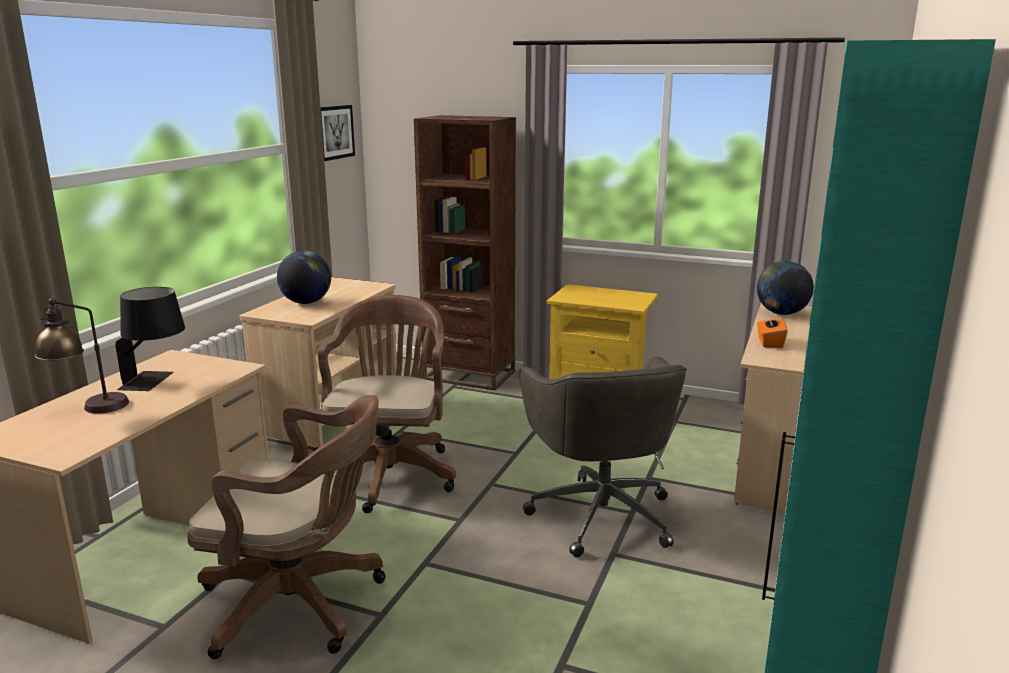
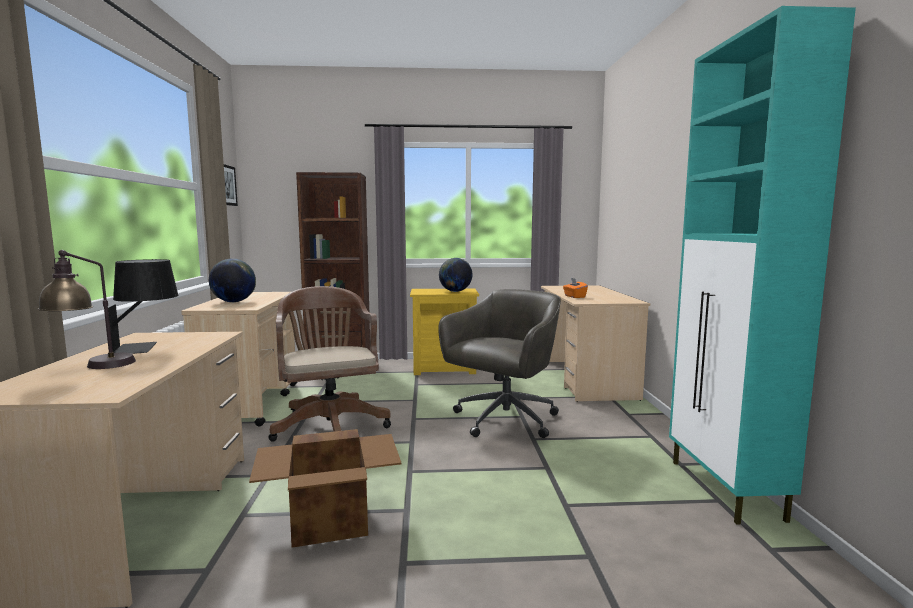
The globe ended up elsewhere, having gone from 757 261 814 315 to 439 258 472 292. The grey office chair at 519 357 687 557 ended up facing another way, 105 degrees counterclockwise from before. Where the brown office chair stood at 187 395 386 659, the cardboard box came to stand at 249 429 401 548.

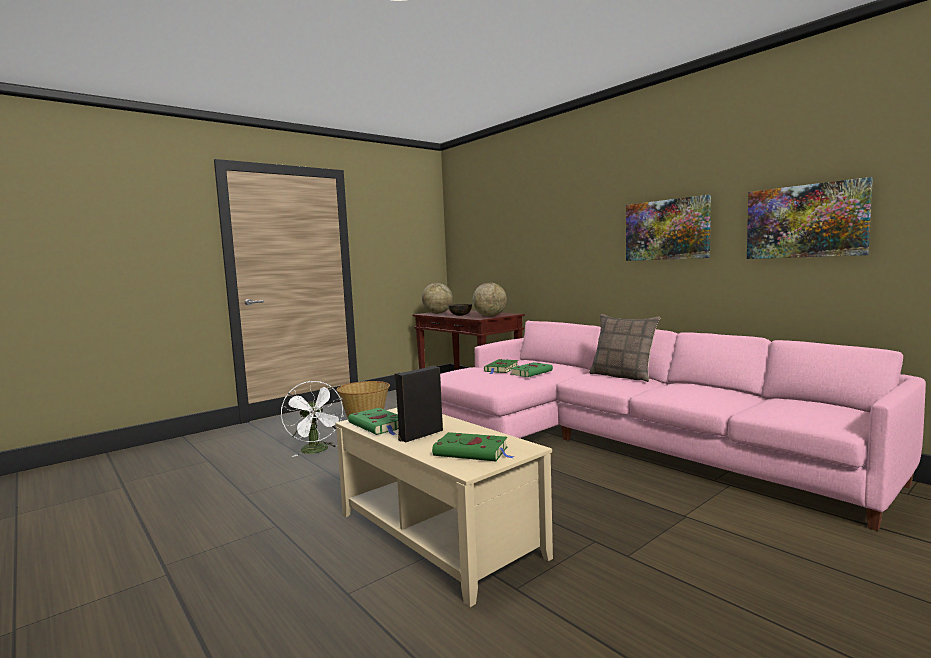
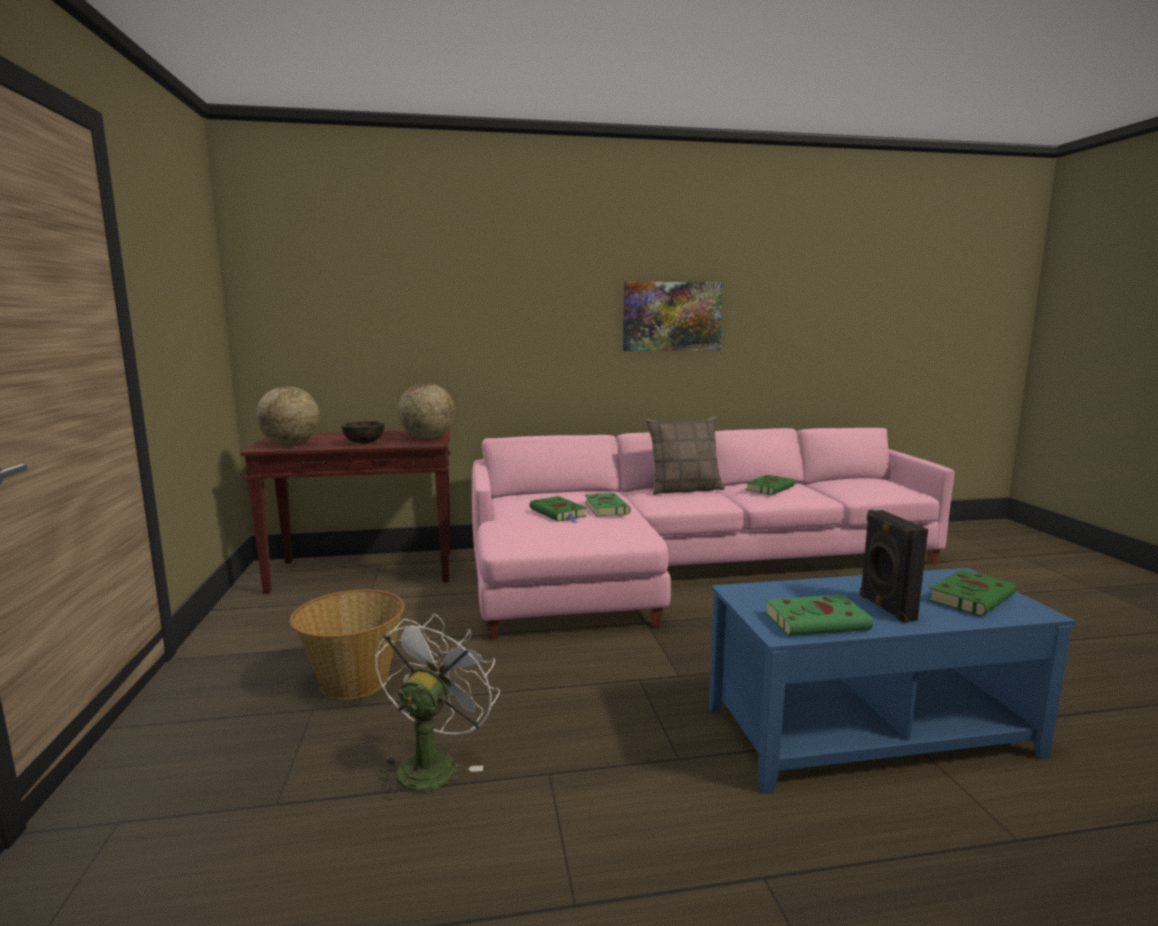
The second view lost the picture at 747 177 873 259. The white fan at 281 381 343 457 ended up facing another way, 75 degrees counterclockwise from before. What was the beige coffee table at 335 408 553 607 turned into the blue coffee table at 709 568 1075 793. The second view gained the green book at 745 475 795 495.

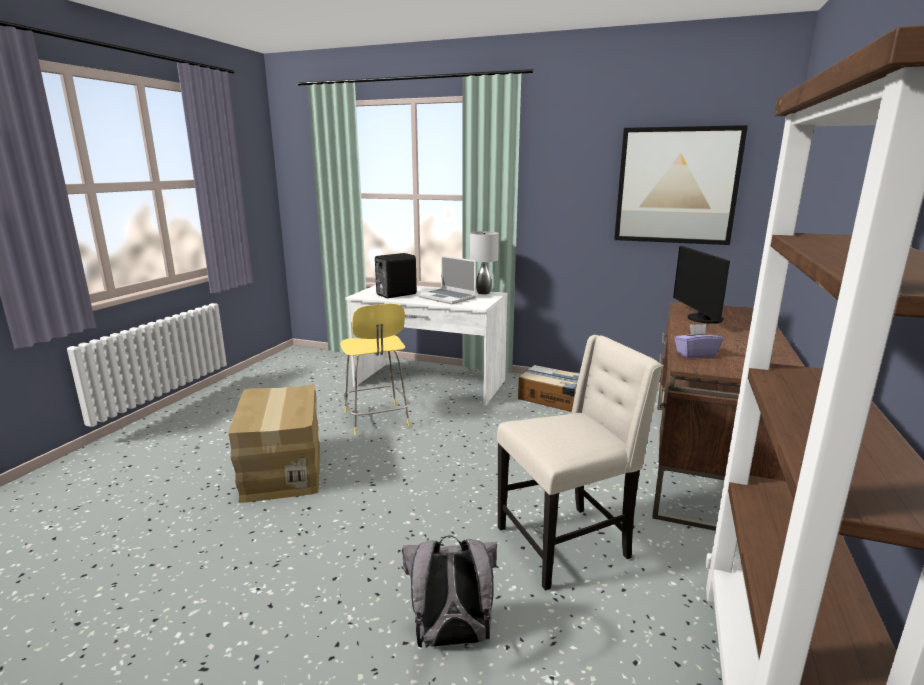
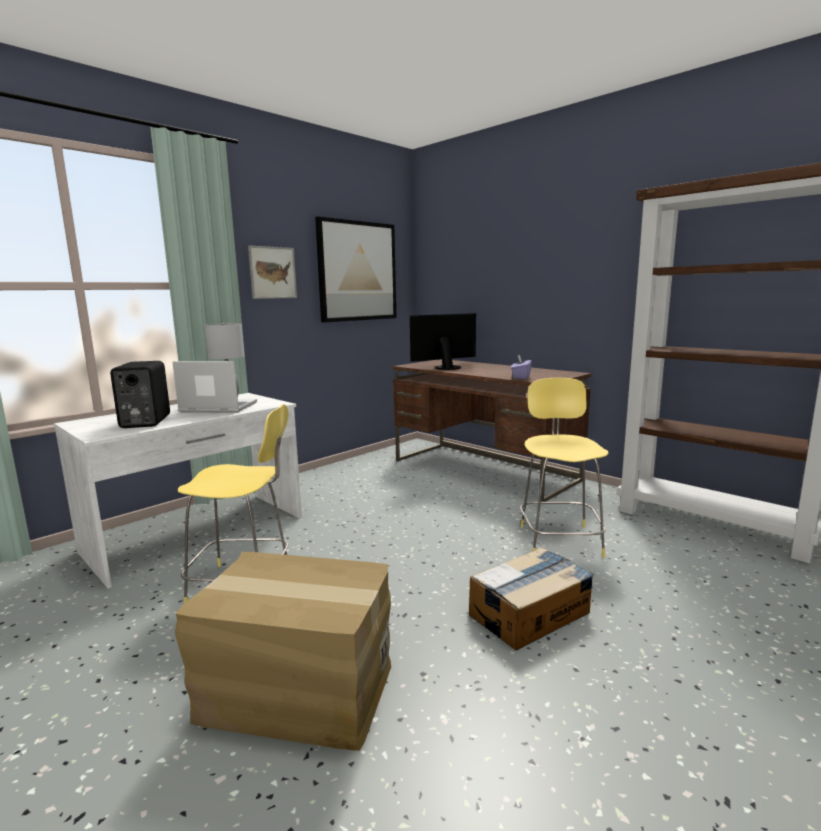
The monitor at 673 246 730 324 ended up facing another way, 135 degrees clockwise from before. The laptop at 418 255 476 304 ended up facing another way, 150 degrees counterclockwise from before. Where the beige chair stood at 497 335 663 591, the yellow stool came to stand at 520 378 609 558. The cardboard box ended up elsewhere, having gone from 518 365 579 412 to 469 547 594 650. The second view lost the grey backpack at 402 535 497 648. The second view gained the picture at 248 245 297 299.

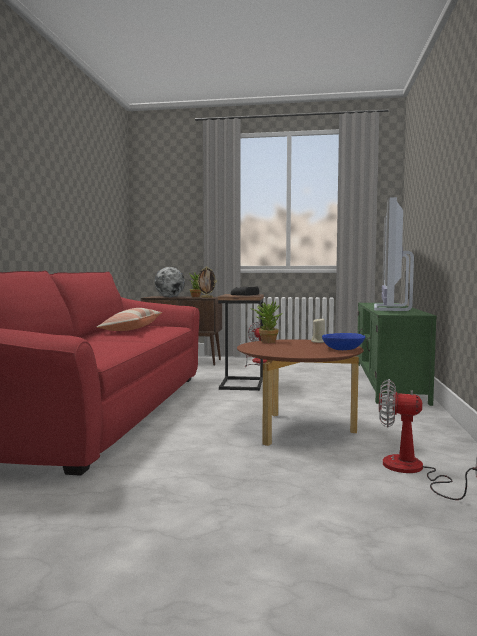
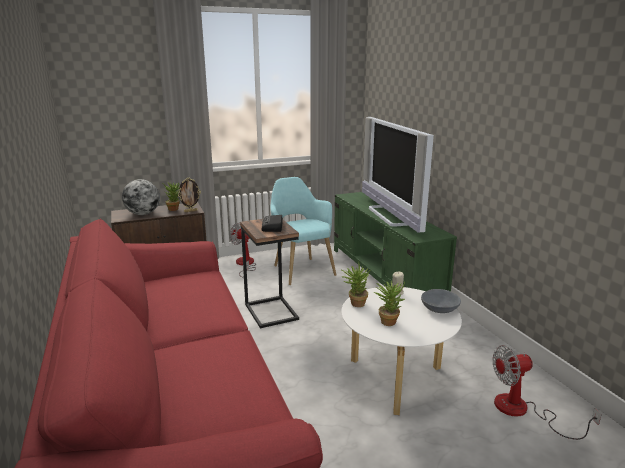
The second view lost the pillow at 97 308 163 331. What was the blue bowl at 322 333 365 350 turned into the grey bowl at 421 289 461 313. What was the brown coffee table at 237 339 363 446 turned into the white coffee table at 341 287 462 415. The second view gained the turquoise armchair at 270 177 336 285. The second view gained the potted plant at 374 281 405 326.

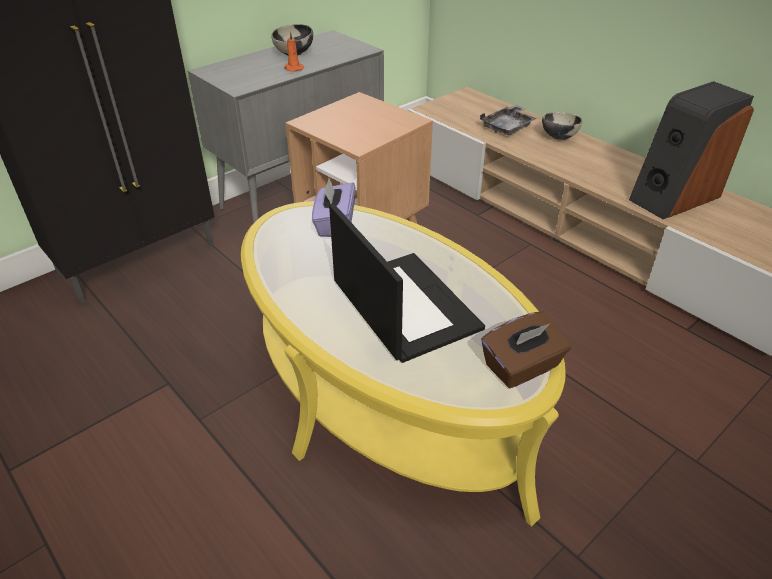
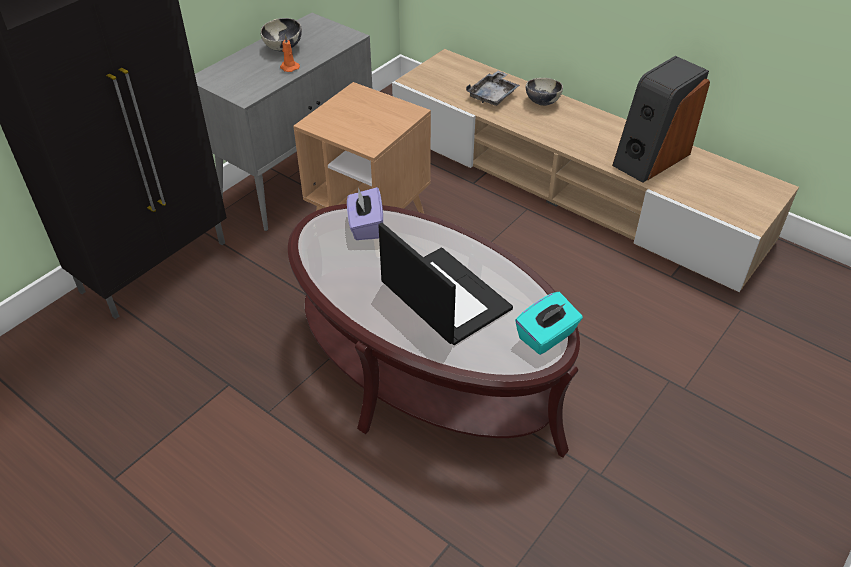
What was the yellow coffee table at 241 201 566 527 turned into the brown coffee table at 288 204 580 458. What was the brown tissue box at 481 312 571 388 turned into the turquoise tissue box at 515 292 583 355.

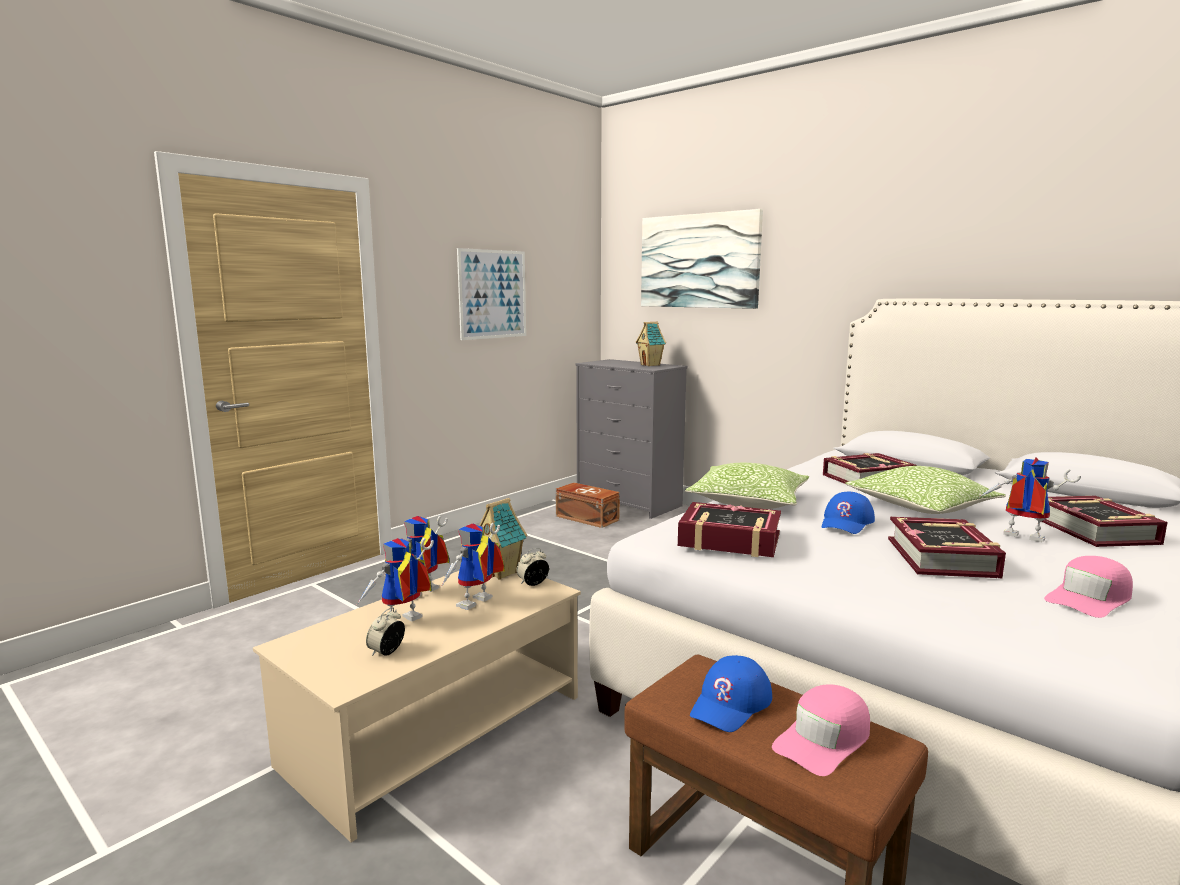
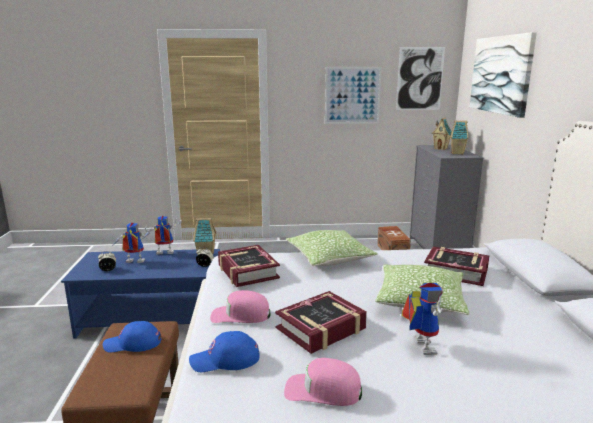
The blue cap ended up elsewhere, having gone from 822 492 875 534 to 189 331 260 372. The second view lost the book at 1034 496 1168 547. The second view lost the toy robot at 441 523 505 610. What was the beige coffee table at 253 571 581 842 turned into the blue coffee table at 61 249 220 339. The pink cap ended up elsewhere, having gone from 772 684 870 776 to 210 290 271 323. The second view gained the picture at 396 47 445 110. The second view gained the toy house at 432 117 452 150.

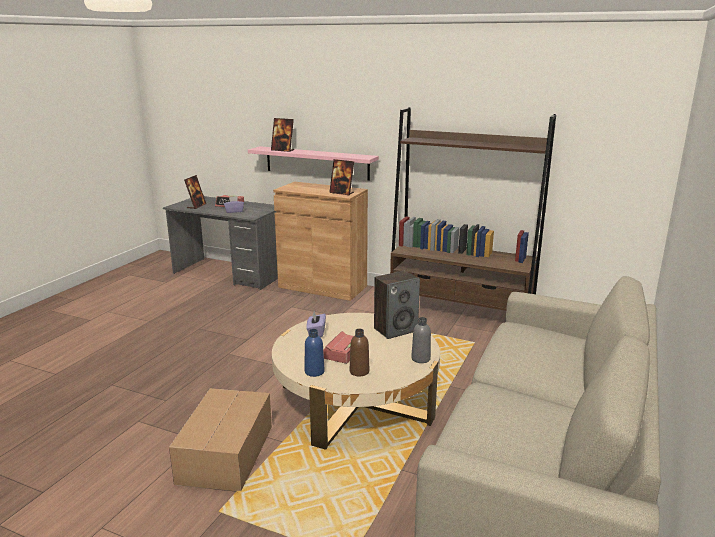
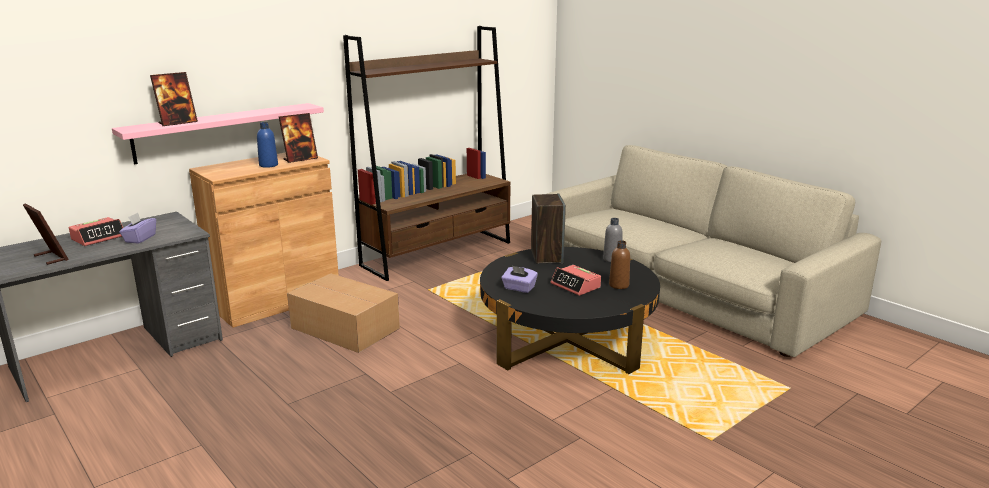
What was the beige coffee table at 272 313 440 450 turned into the black coffee table at 480 247 660 374. The blue bottle ended up elsewhere, having gone from 305 329 325 377 to 257 122 278 168. The cardboard box ended up elsewhere, having gone from 169 388 272 492 to 287 274 400 353.

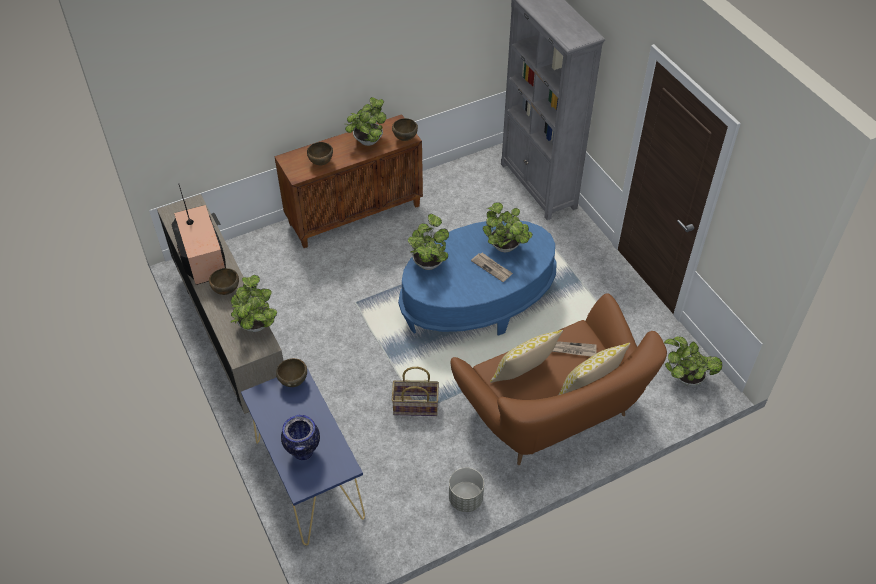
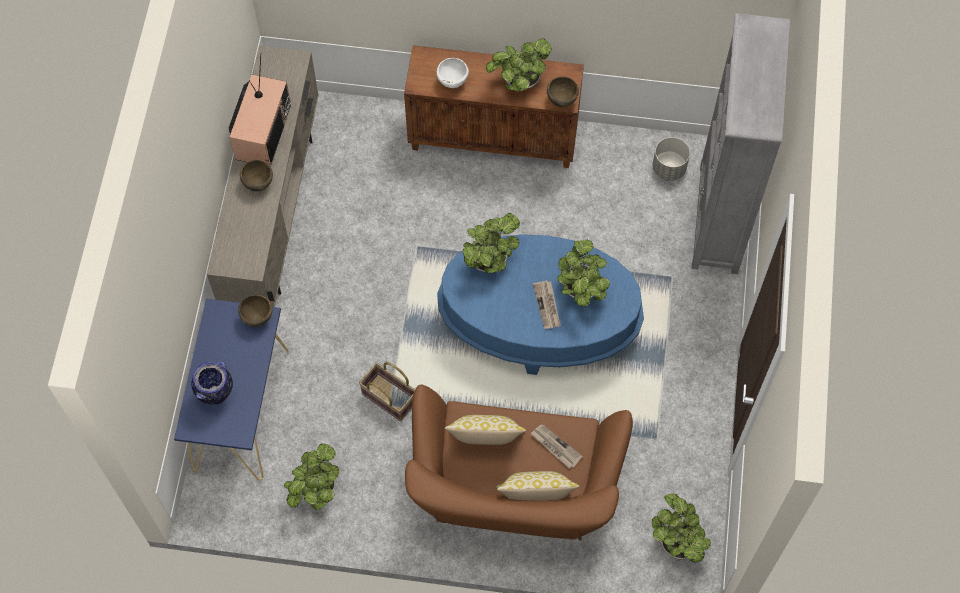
What was the brown bowl at 307 142 333 165 turned into the white bowl at 437 58 469 88. The potted plant ended up elsewhere, having gone from 231 275 277 332 to 284 443 339 510. The grey planter ended up elsewhere, having gone from 449 468 484 512 to 653 137 690 181.

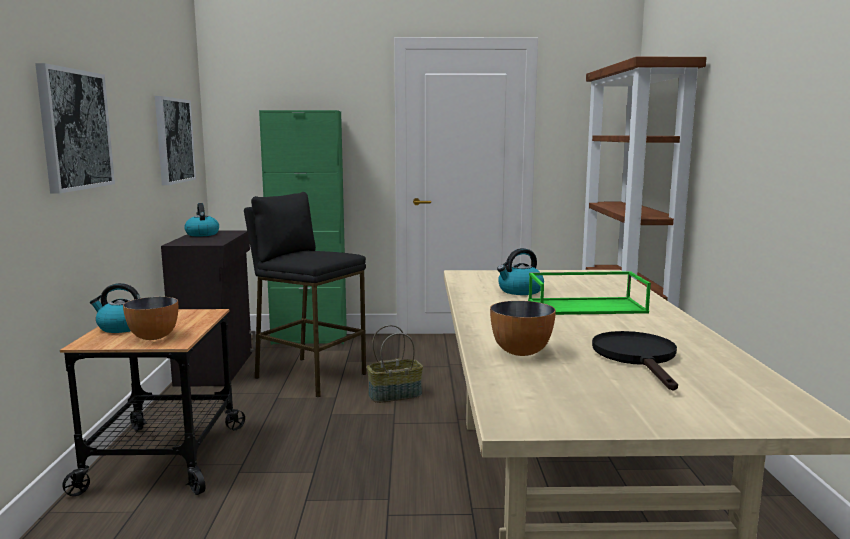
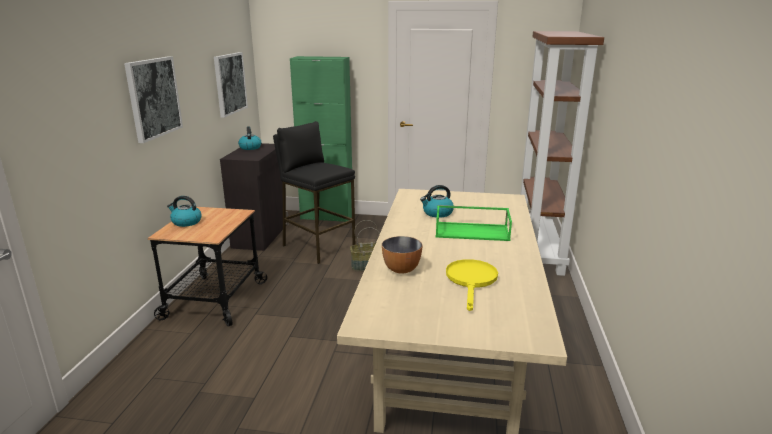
The second view lost the bowl at 123 297 178 340. What was the black frying pan at 592 331 678 390 turned into the yellow frying pan at 446 259 498 311.

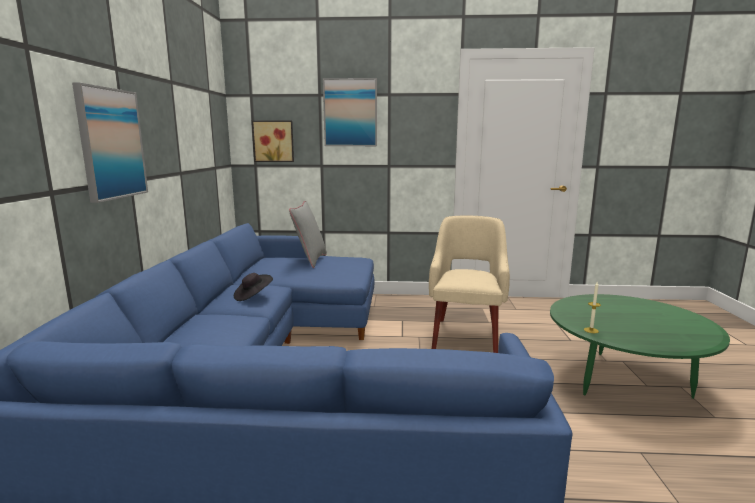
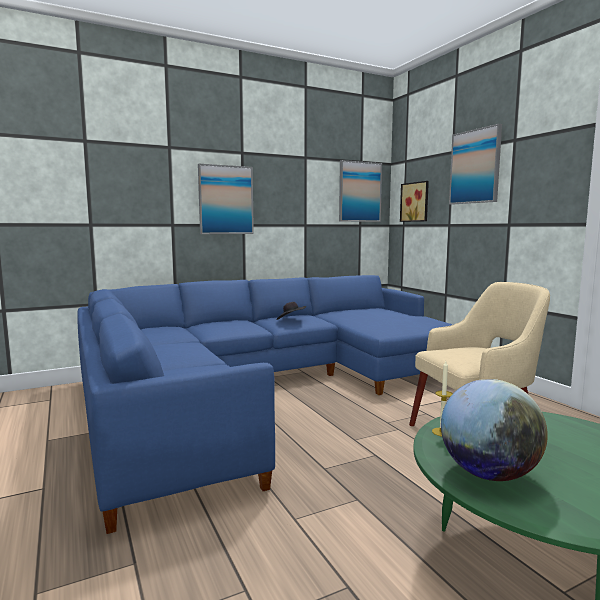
The second view lost the grey pillow at 289 201 327 268. The second view gained the picture at 339 160 382 222. The second view gained the globe at 441 379 548 481.

